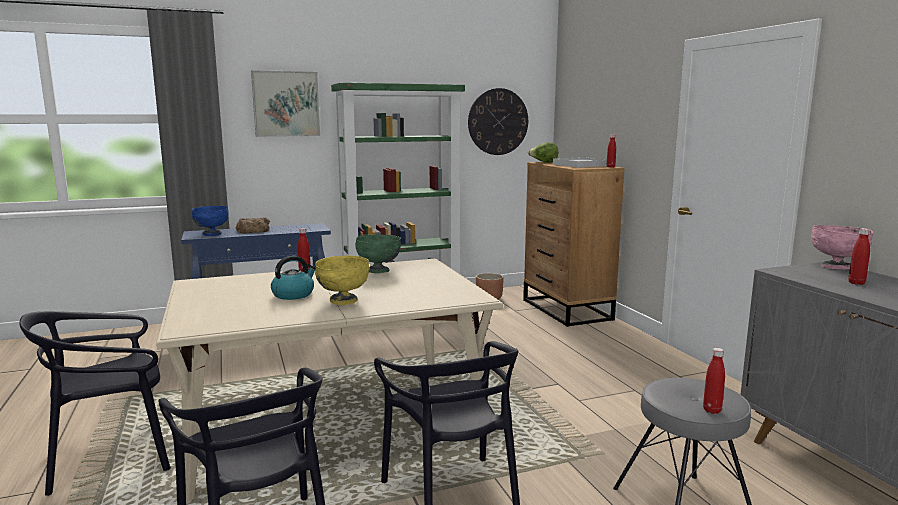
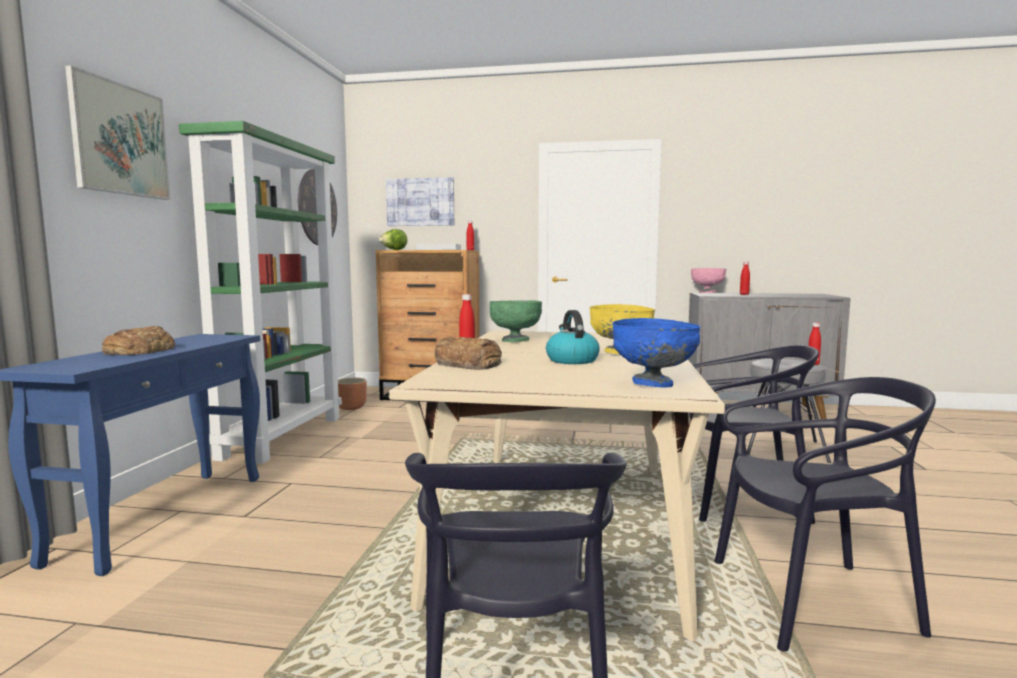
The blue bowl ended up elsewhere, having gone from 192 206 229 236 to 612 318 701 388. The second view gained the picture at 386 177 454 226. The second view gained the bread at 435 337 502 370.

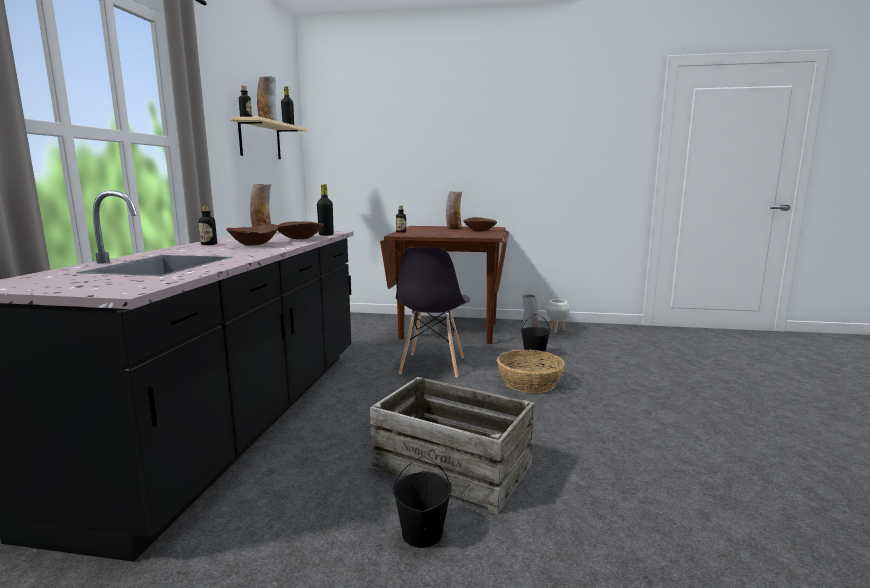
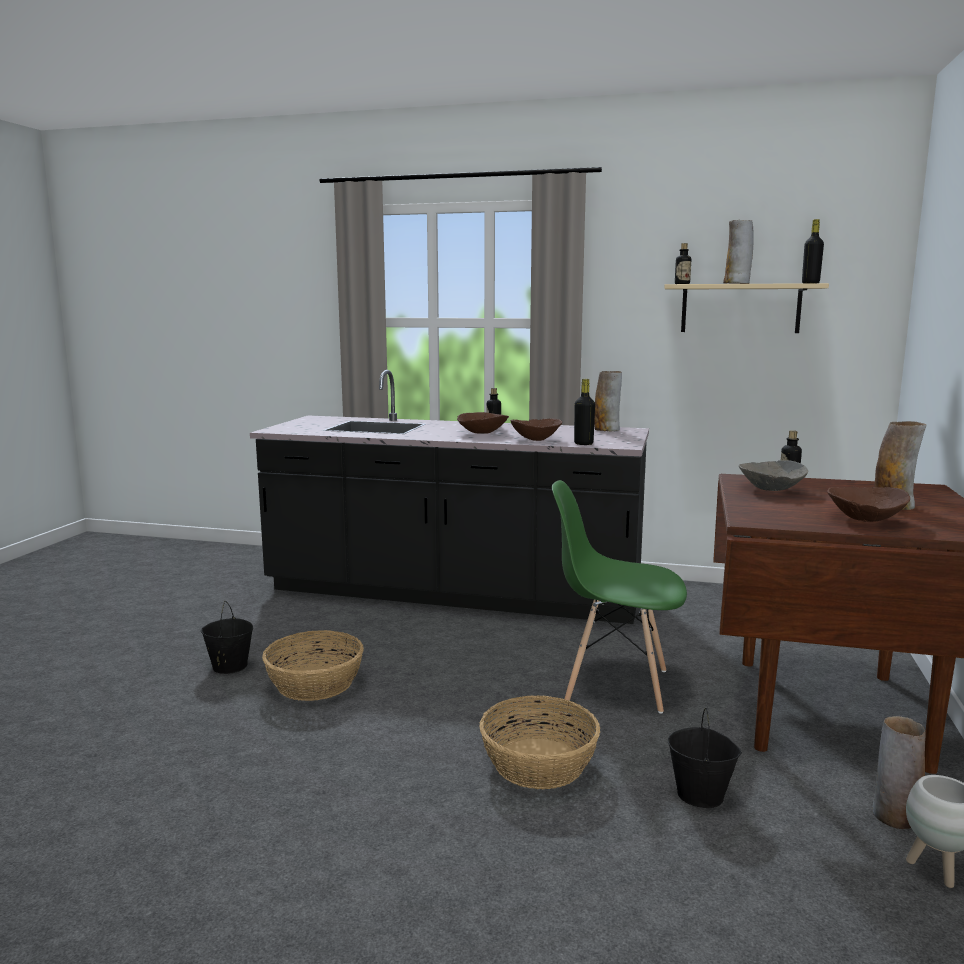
What was the grey chair at 396 247 470 377 turned into the green chair at 552 480 687 714. Where the crate stood at 370 377 535 514, the basket came to stand at 262 630 364 701. The second view gained the grey bowl at 739 460 808 491.

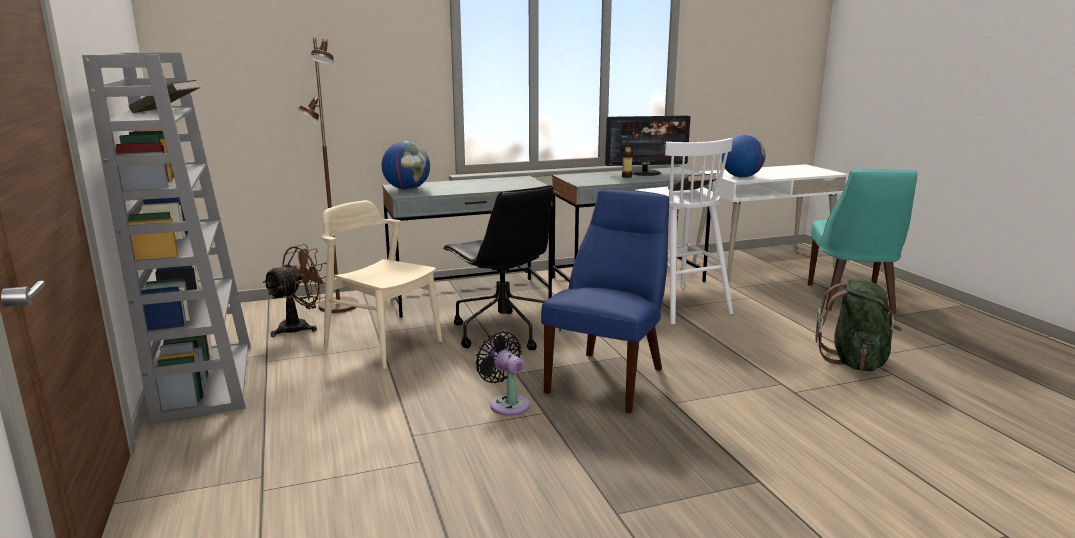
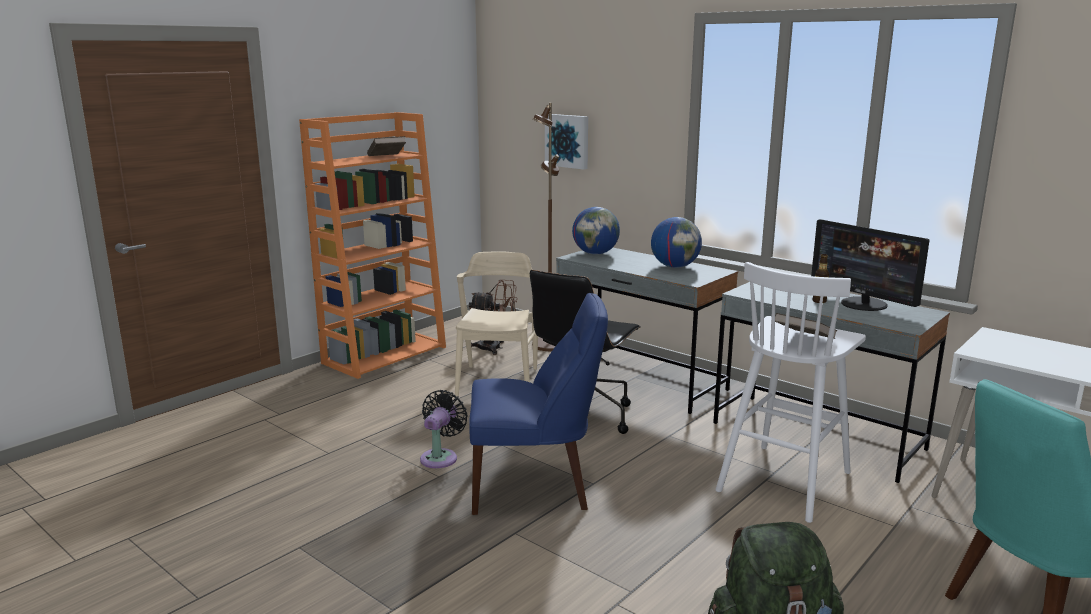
What was the grey bookcase at 82 52 251 423 turned into the orange bookcase at 299 112 446 379. The globe ended up elsewhere, having gone from 722 135 765 178 to 651 217 702 268. The second view gained the picture at 545 114 588 170.

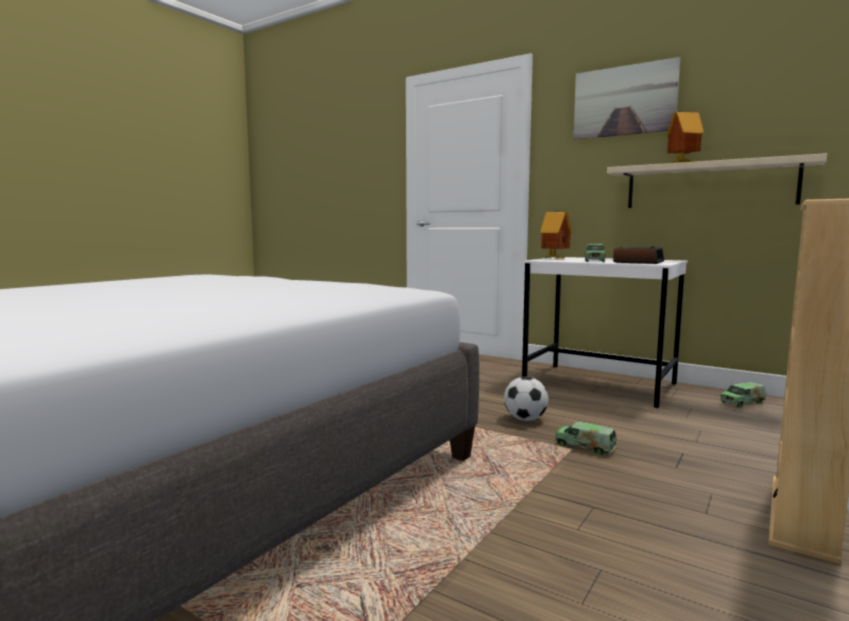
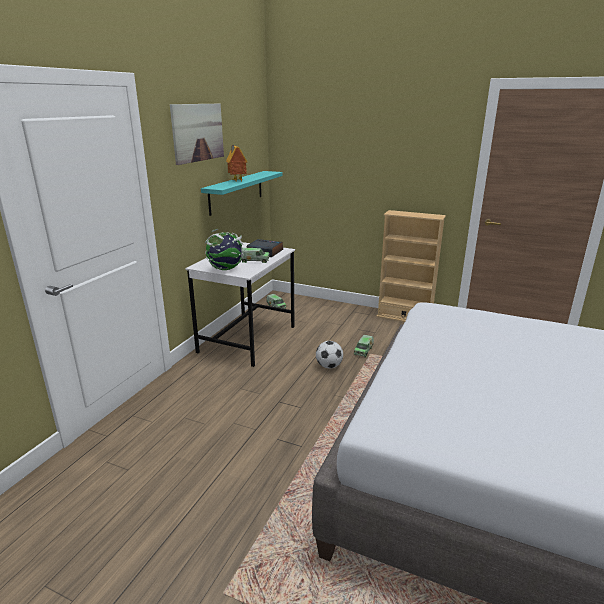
What was the beige shelf at 607 153 827 208 turned into the turquoise shelf at 201 171 283 216. Where the toy house stood at 540 210 572 258, the globe came to stand at 205 229 245 270.

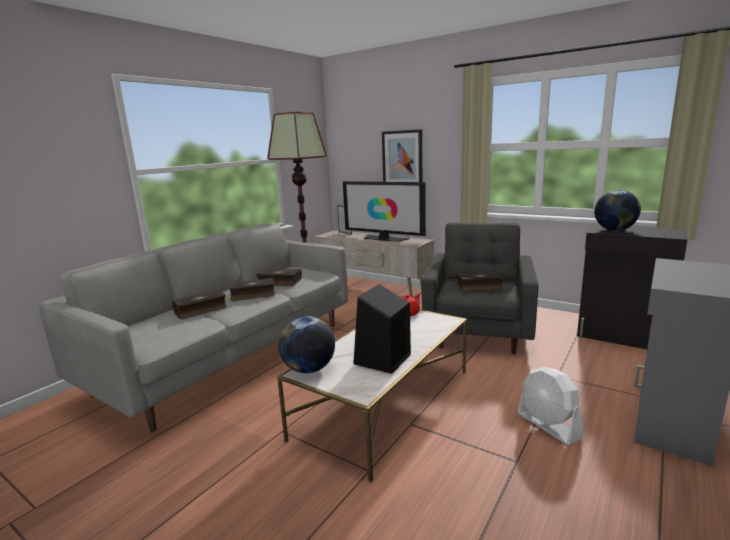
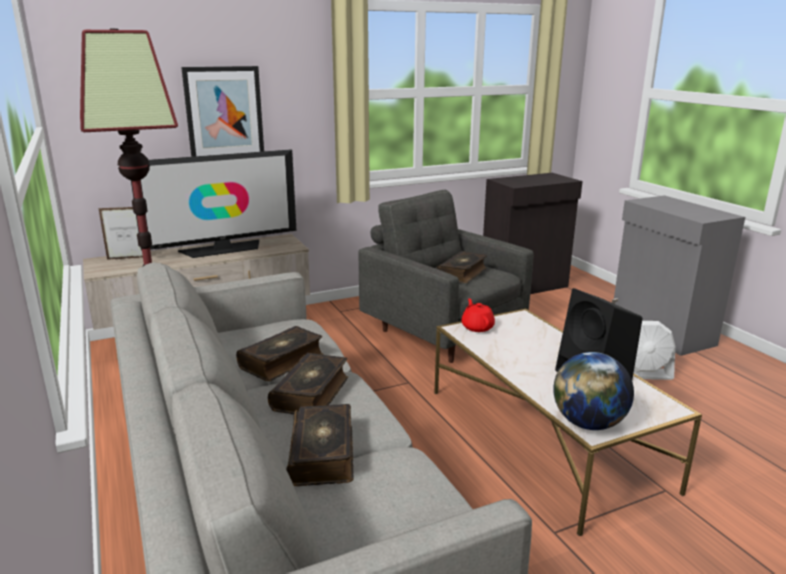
The second view lost the globe at 594 190 641 231.

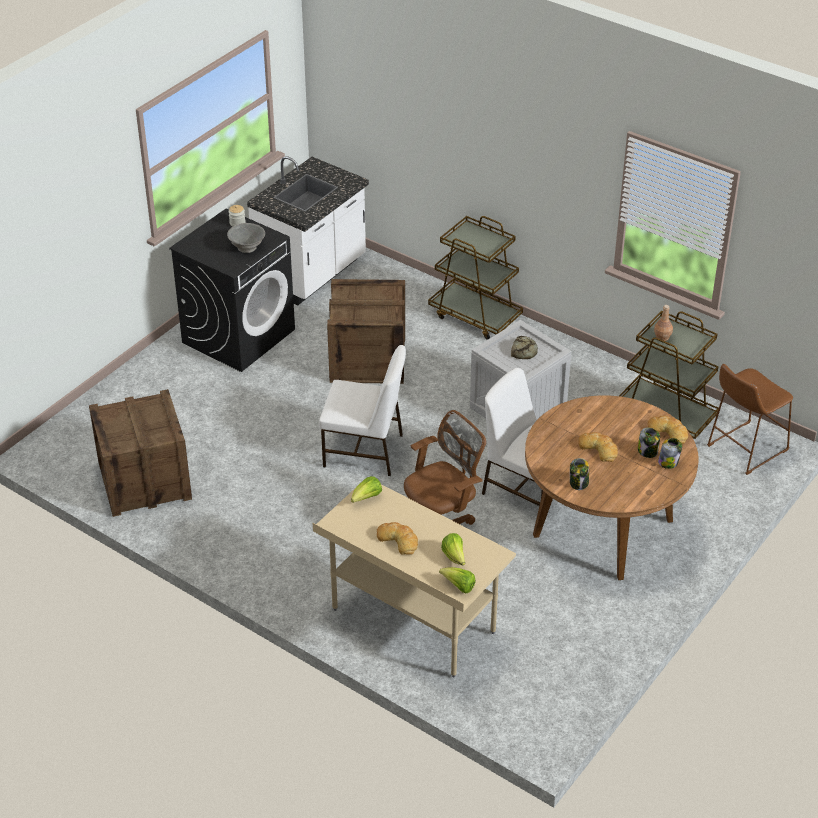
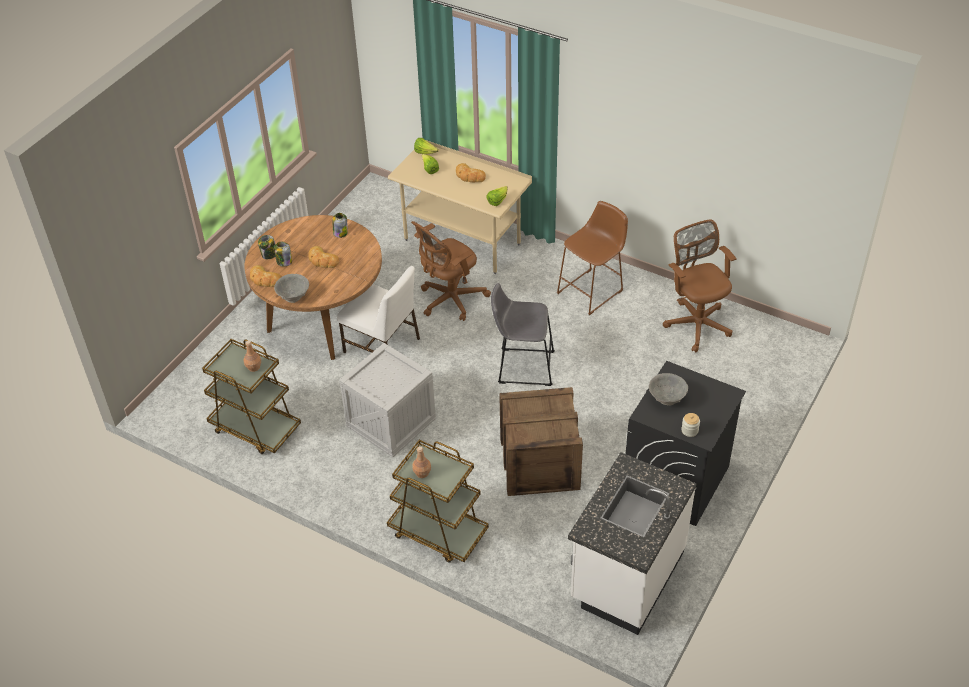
The second view lost the bread at 511 336 538 359. Where the white chair stood at 319 345 406 476, the grey stool came to stand at 491 283 555 386. The brown stool ended up elsewhere, having gone from 707 364 793 475 to 557 201 628 315. Where the crate stood at 89 389 192 517, the brown office chair came to stand at 663 220 737 353. The second view gained the grey bowl at 274 274 309 303. The second view gained the brown bottle at 412 446 431 478.

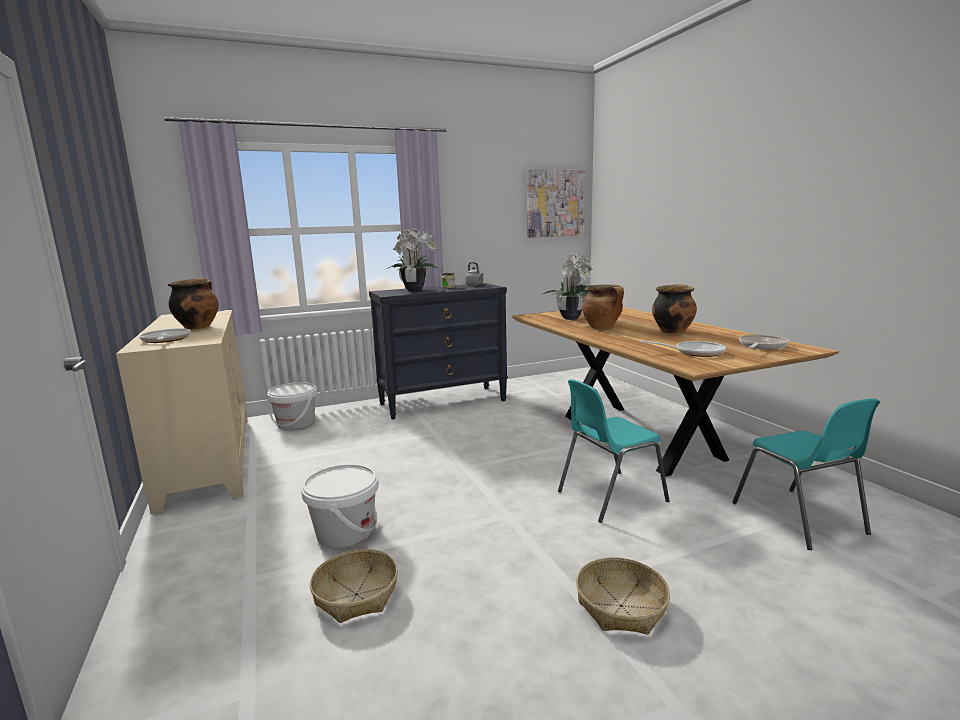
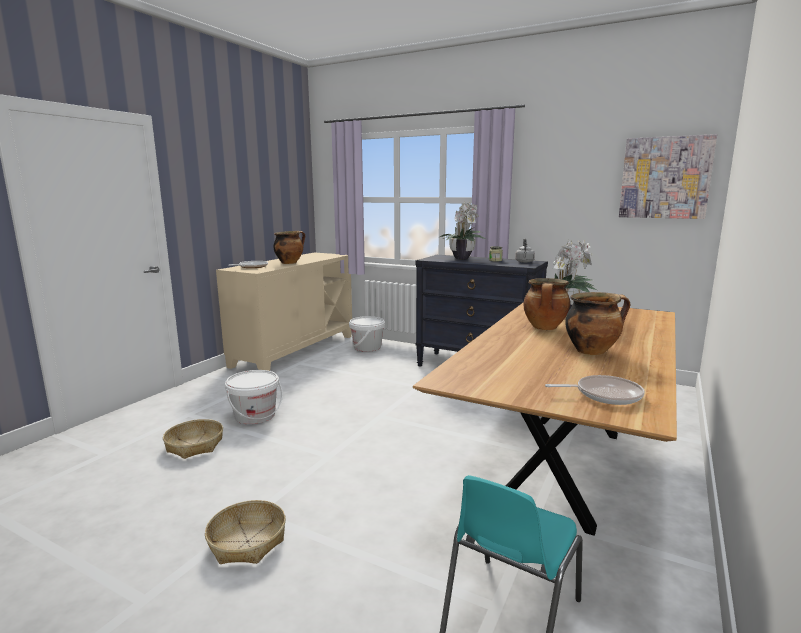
The second view lost the frying pan at 641 341 726 357. The second view lost the turquoise chair at 558 379 670 523.

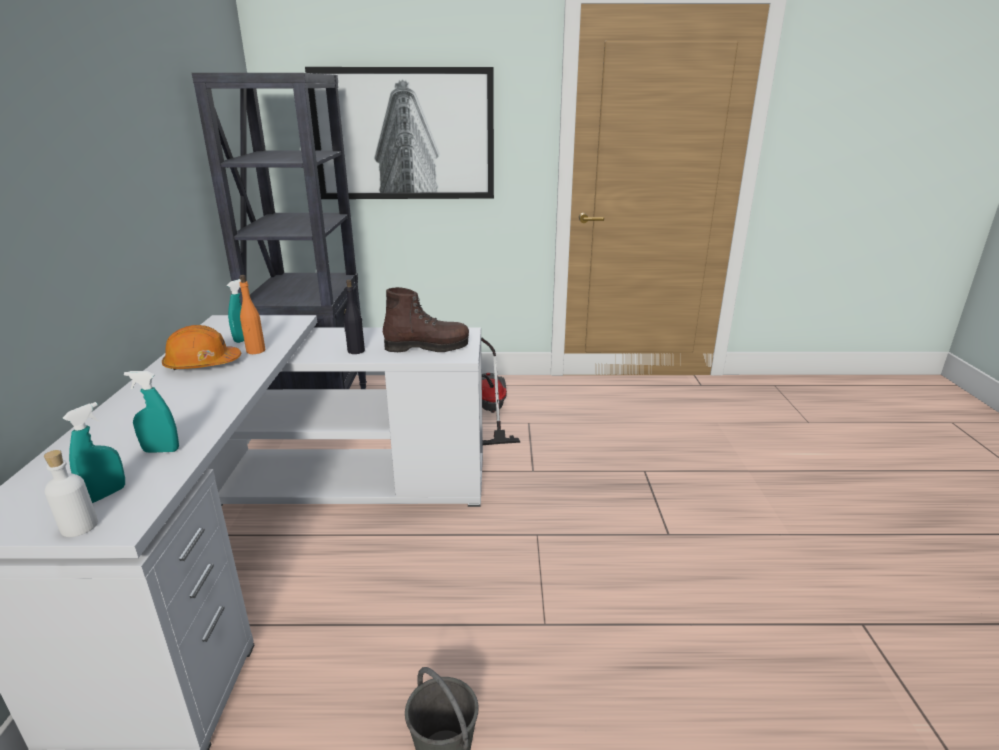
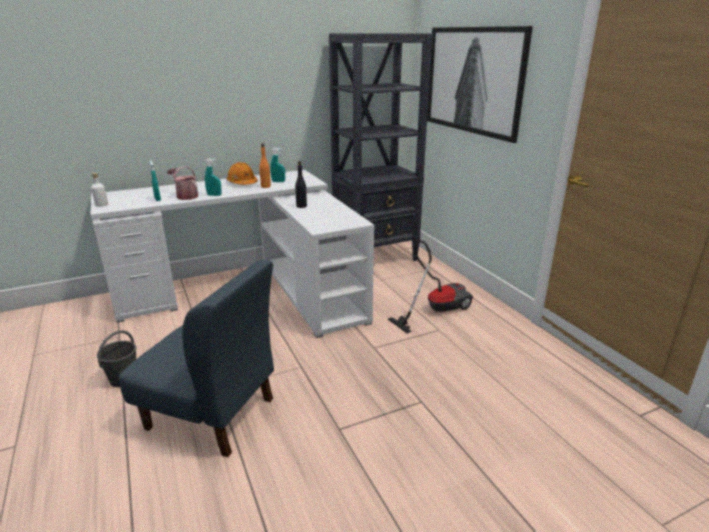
The second view lost the brown boot at 383 287 469 352. The turquoise spray bottle ended up elsewhere, having gone from 63 402 125 503 to 205 159 222 196. The second view gained the watering can at 167 166 198 200. The second view gained the blue chair at 119 260 274 457.

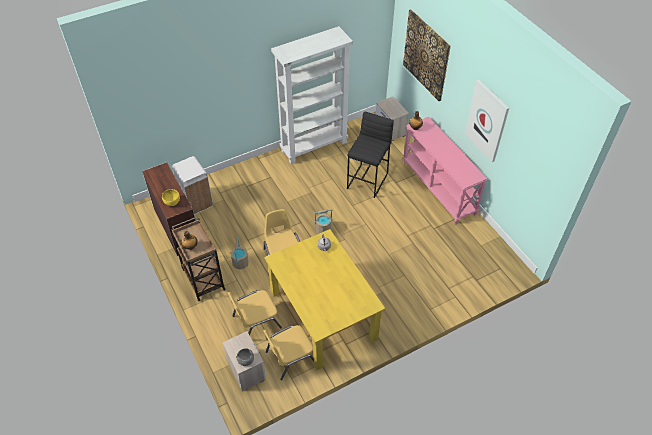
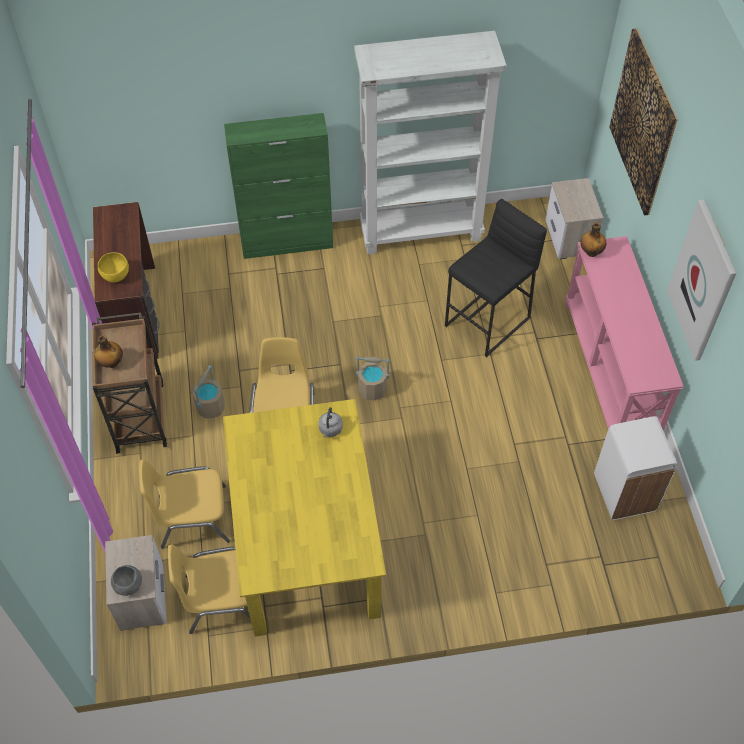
The white trash can ended up elsewhere, having gone from 172 156 213 215 to 594 416 678 520. The second view gained the green cabinet at 224 113 333 259.

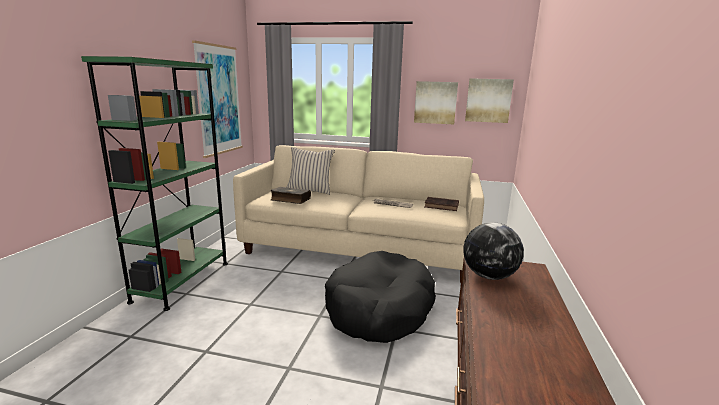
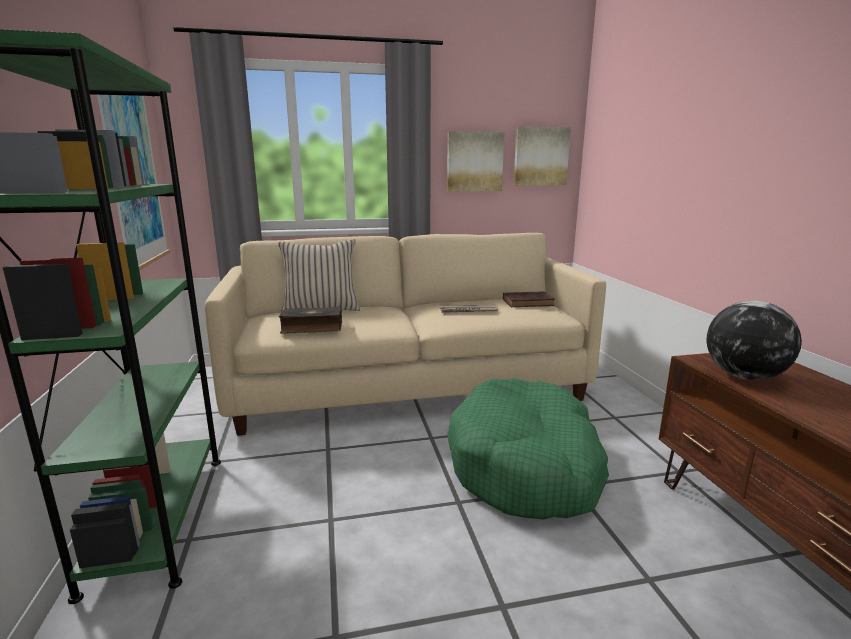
What was the black dog bed at 325 251 436 343 turned into the green dog bed at 447 378 609 520.

